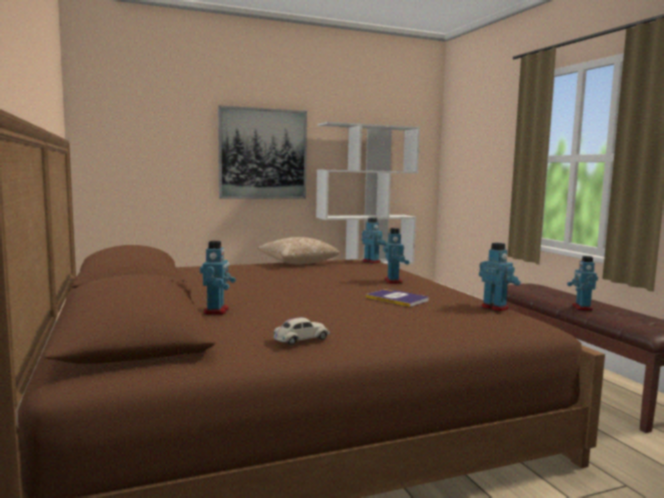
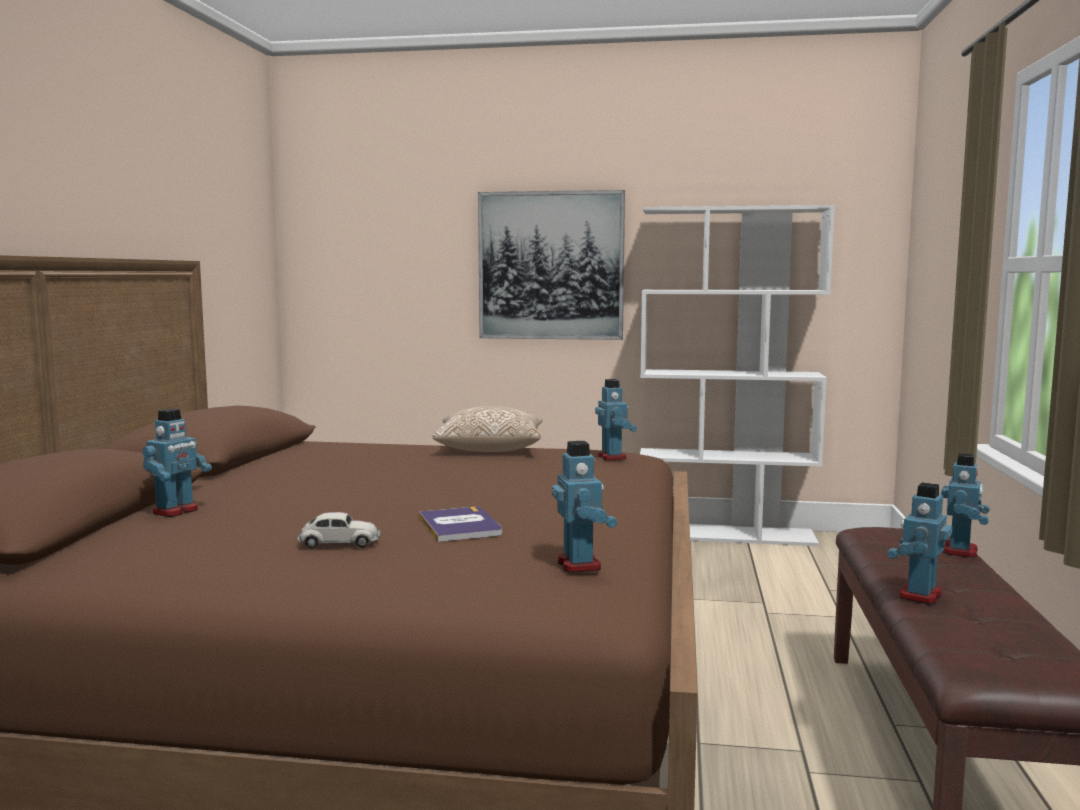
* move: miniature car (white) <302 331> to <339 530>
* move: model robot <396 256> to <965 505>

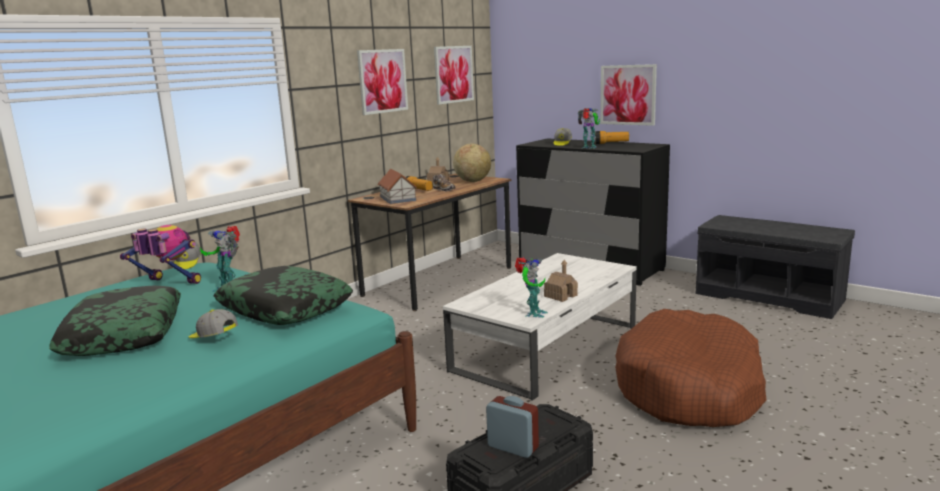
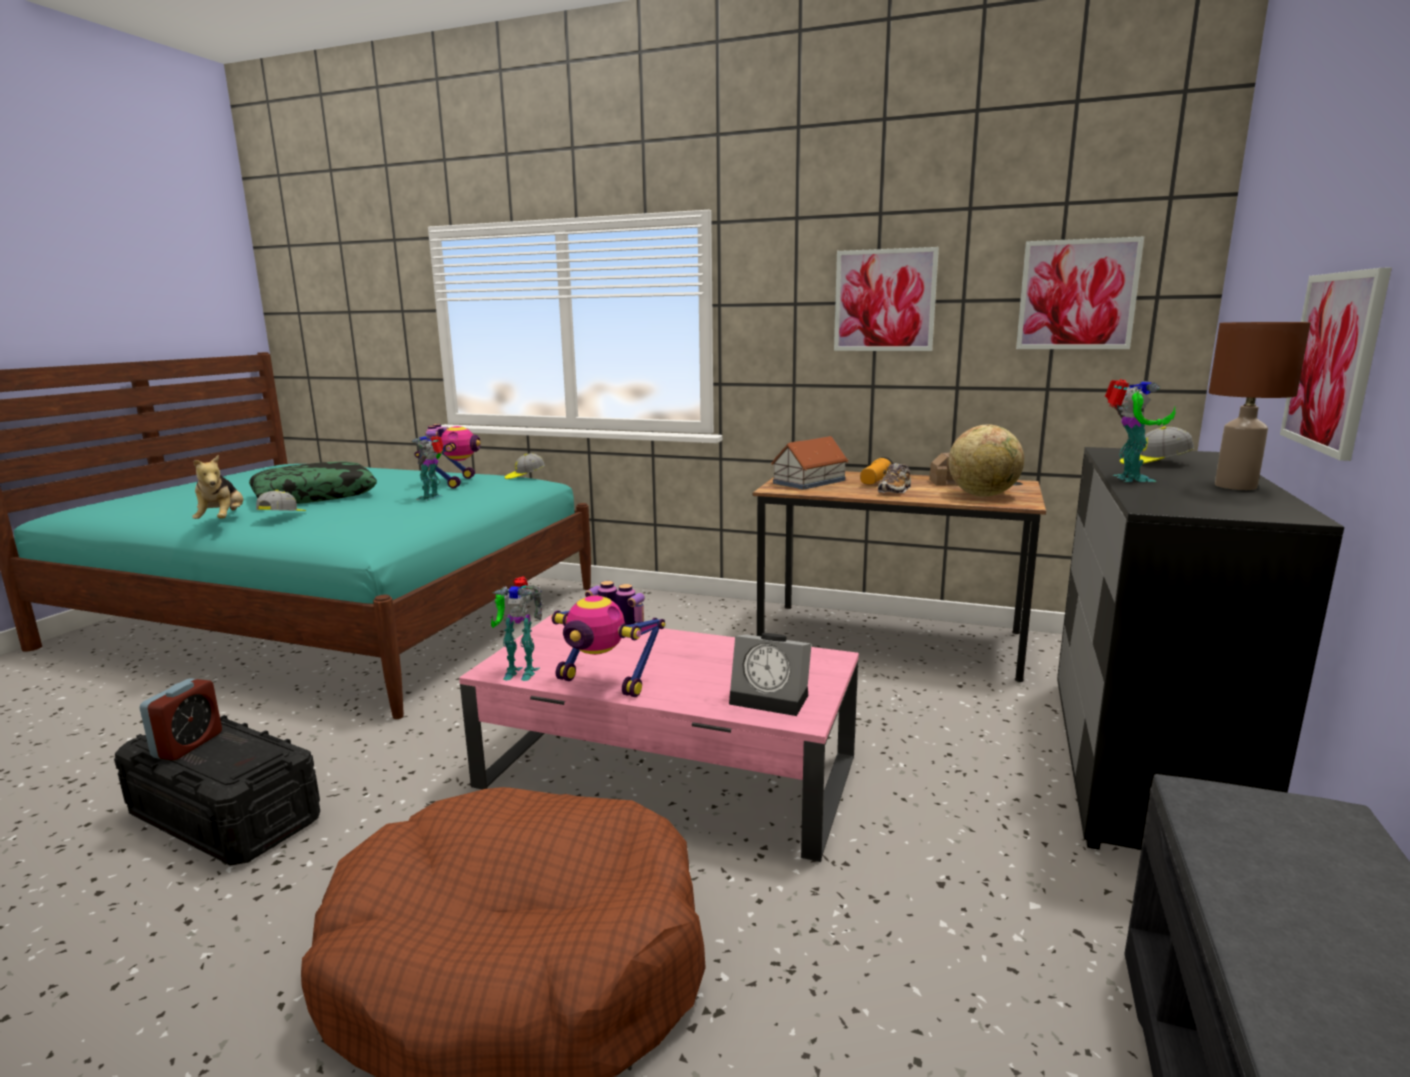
* delete: pillow <283 295>
* insert: cuddly toy <217 487>
* insert: table clock <770 674>
* replace: toy house <561 281> to model robot <608 639>
* replace: torch <612 137> to table lamp (brownish) <1260 406>
* recolor: low table (white) <540 327> to low table (pink) <659 738>

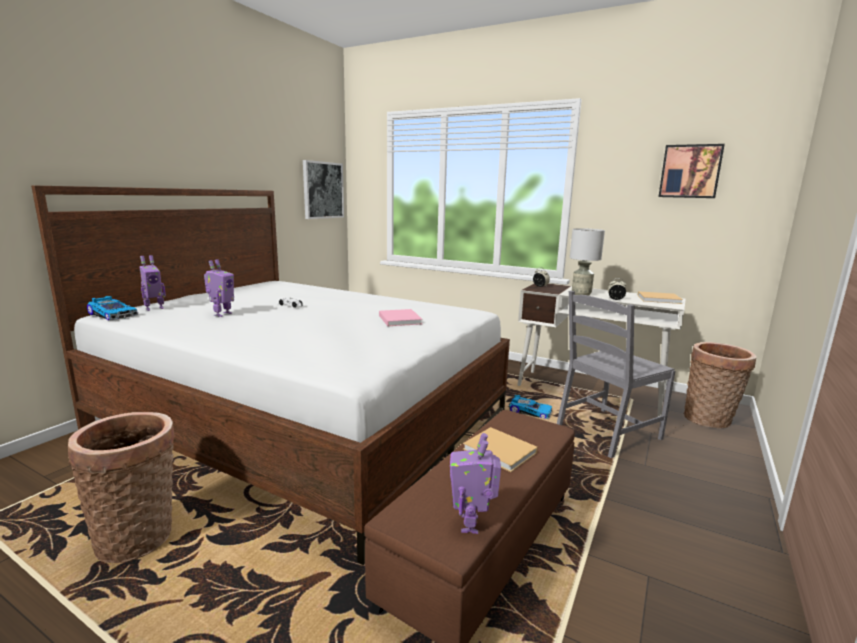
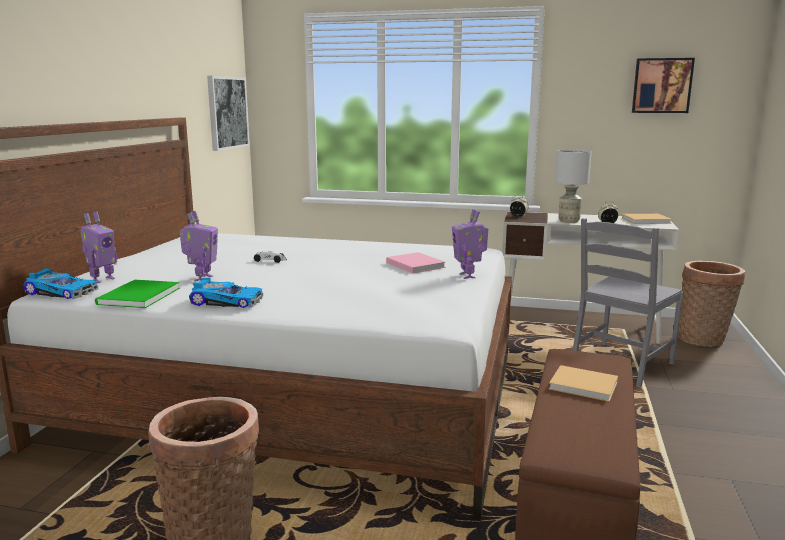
* insert: volume (green) <137 294>
* move: model robot <475 483> to <470 244>
* move: miniature car <530 407> to <226 293>

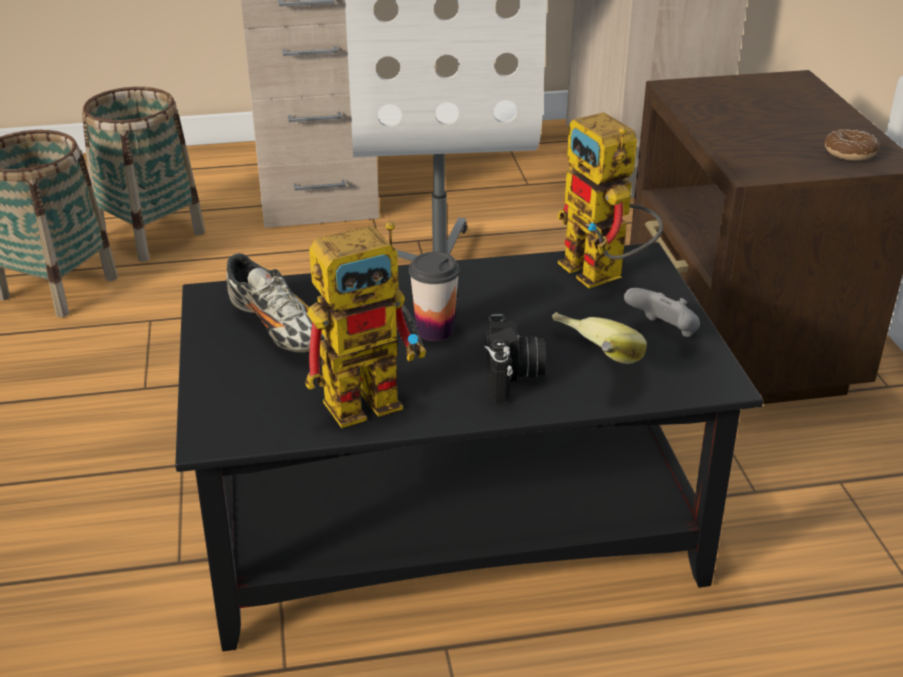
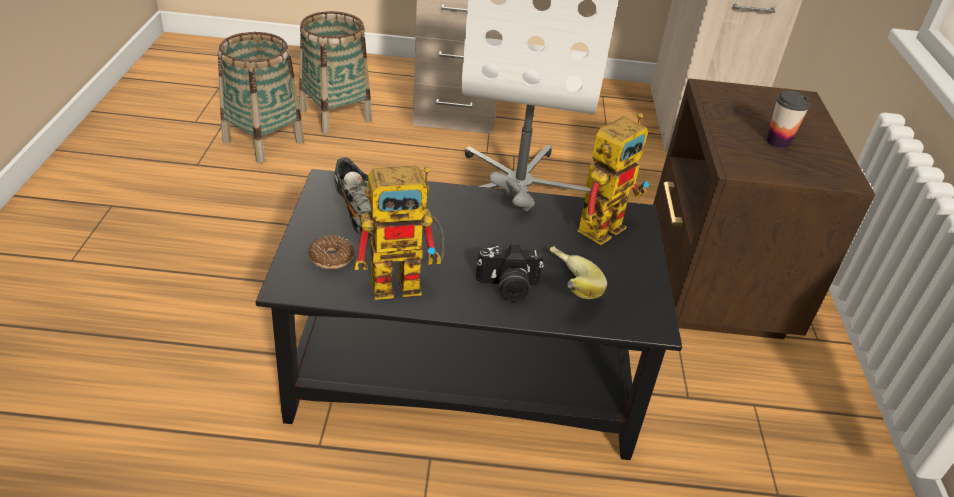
* move: drinking cup <434 296> to <788 119>
* move: game controller (grey) <662 312> to <512 192>
* move: donut <851 145> to <331 252>
* rotate: still camera <515 357> = <510 272> 75 degrees clockwise
* rotate: model robot <610 200> = <613 179> 120 degrees counterclockwise

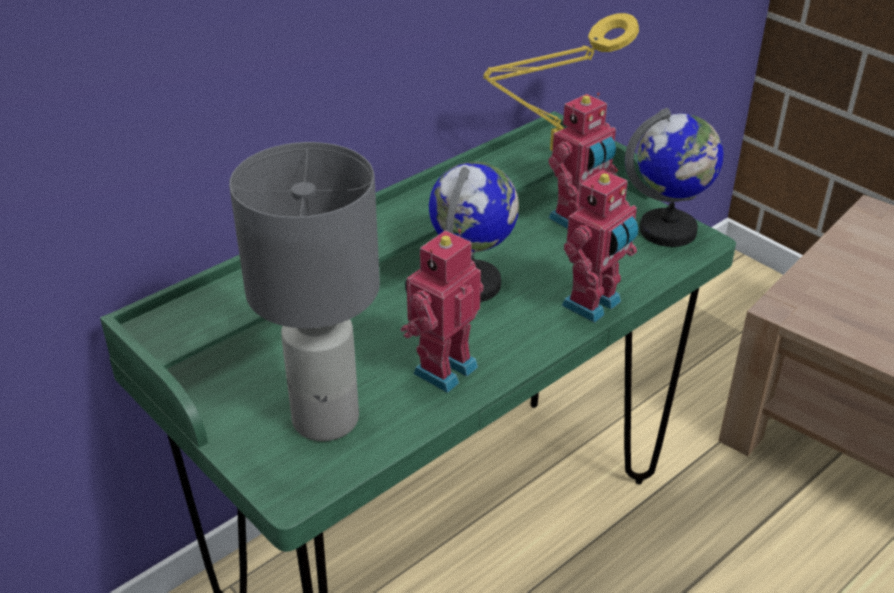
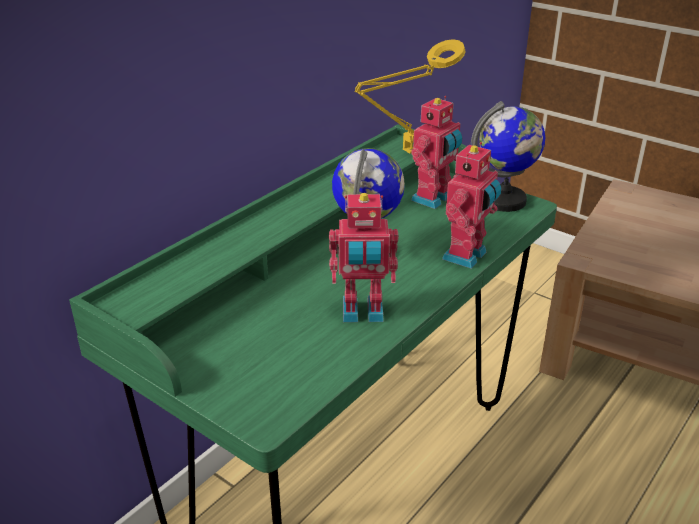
* delete: table lamp (grey) <304 291>
* rotate: model robot <442 311> = <364 257> 120 degrees counterclockwise

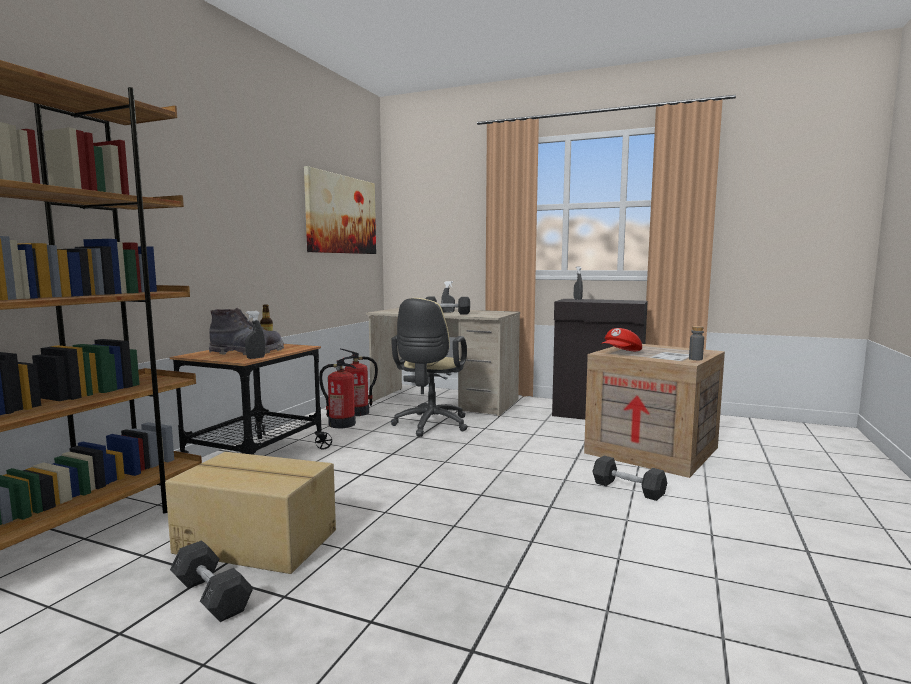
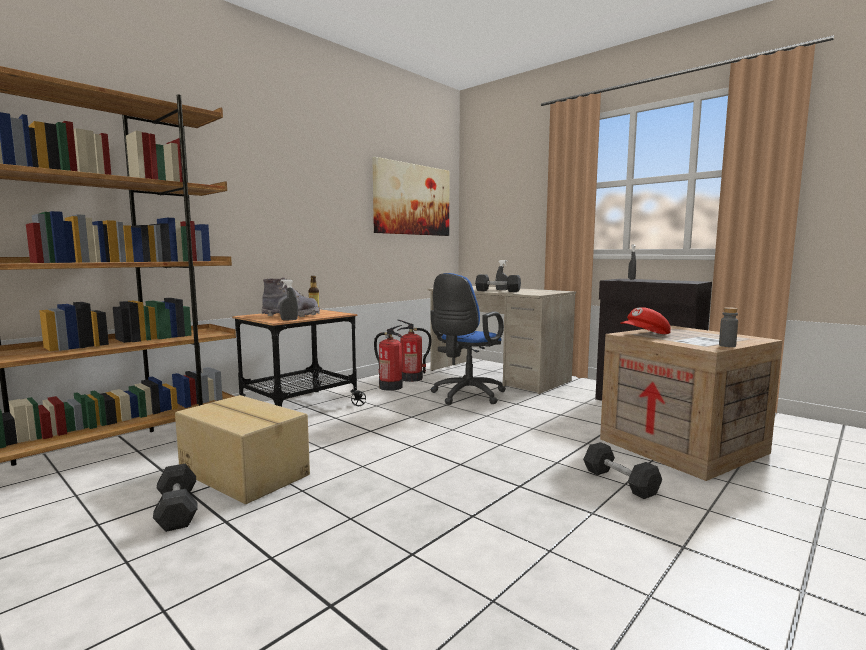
* recolor: office chair (beige-coloured) <429 367> to office chair (bluish) <468 339>

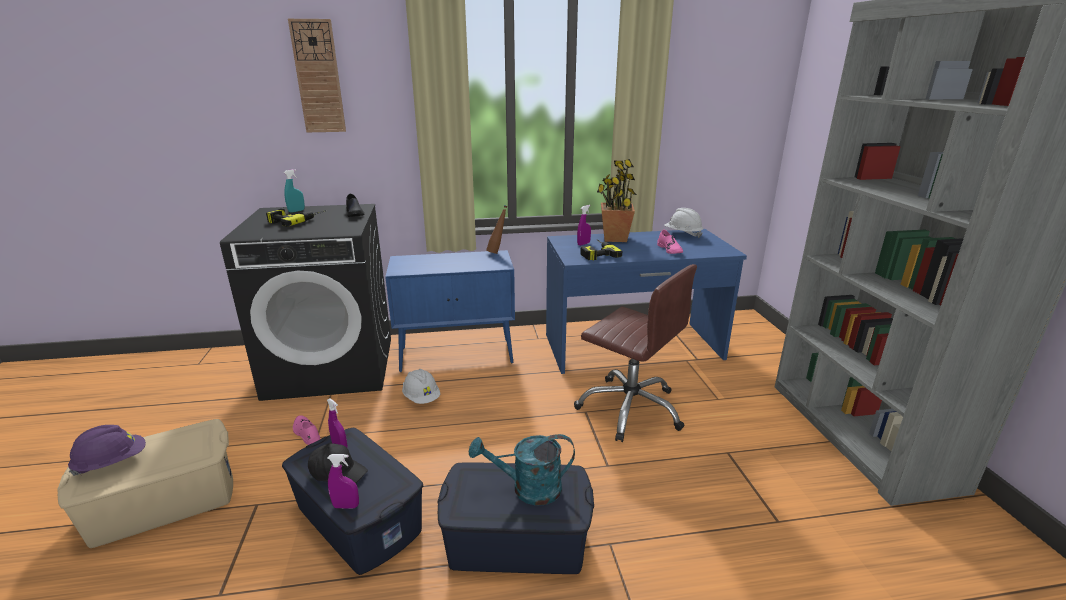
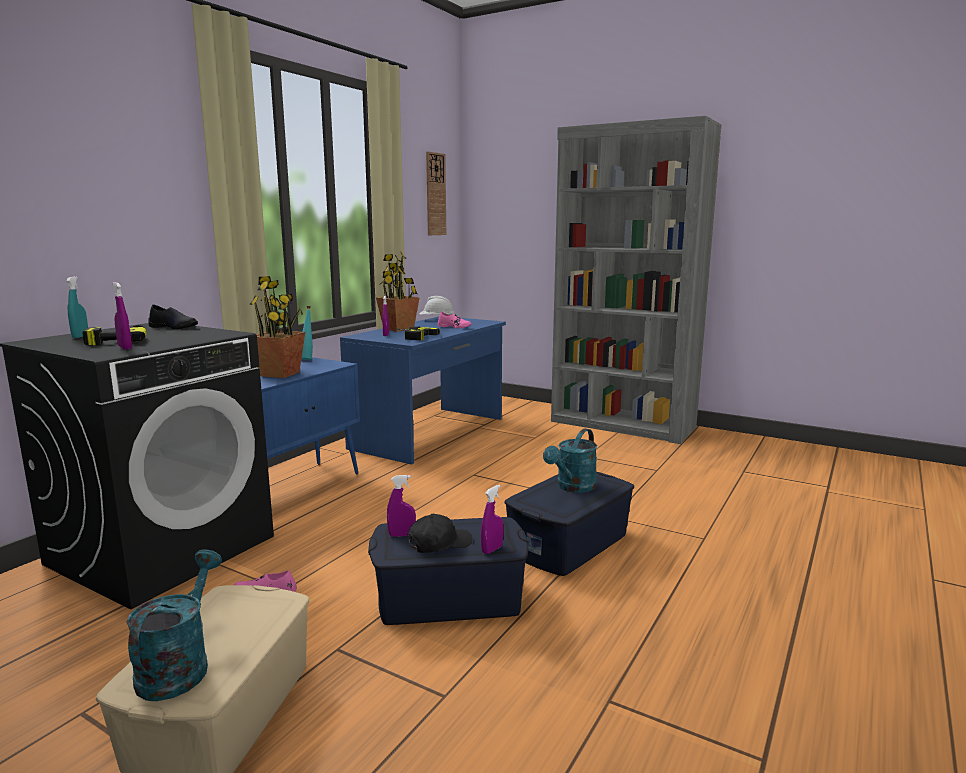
* delete: safety helmet (white) <421 386>
* delete: office chair (brownish) <635 353>
* insert: sprayer (purple) <122 316>
* insert: plant in a pot <277 327>
* move: wall clock <317 75> to <436 193>
* replace: safety helmet (purple) <107 450> to sprinkling can (turquoise-coloured) <174 625>
* recolor: beverage bottle (brownish) <496 229> to beverage bottle (turquoise-coloured) <307 333>

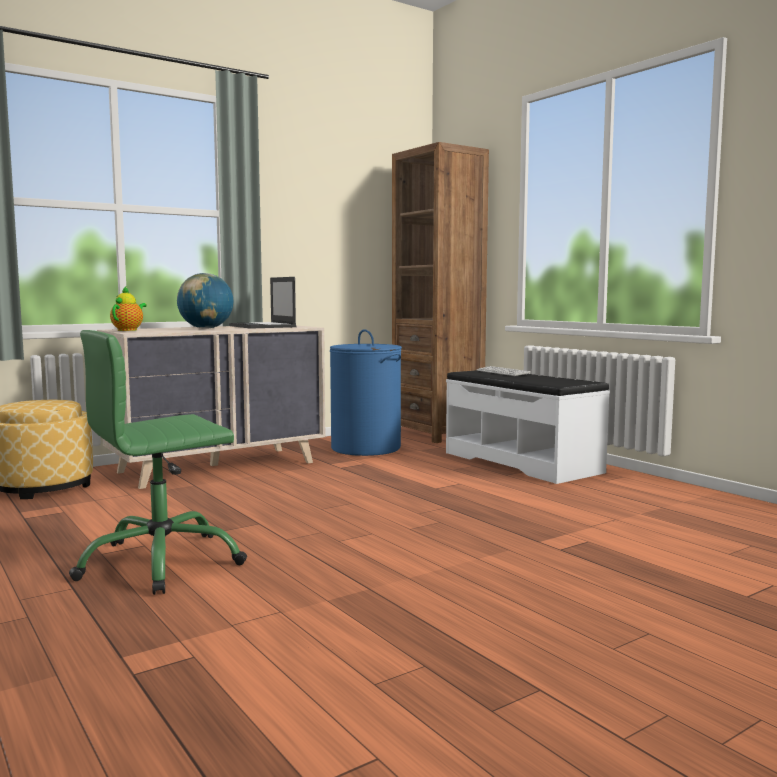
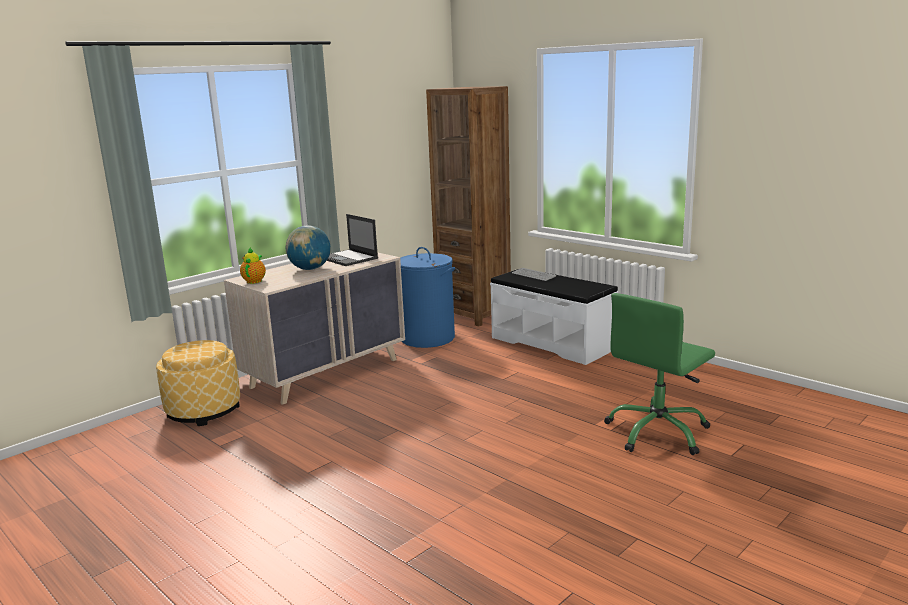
* move: office chair (green) <158 462> to <659 374>

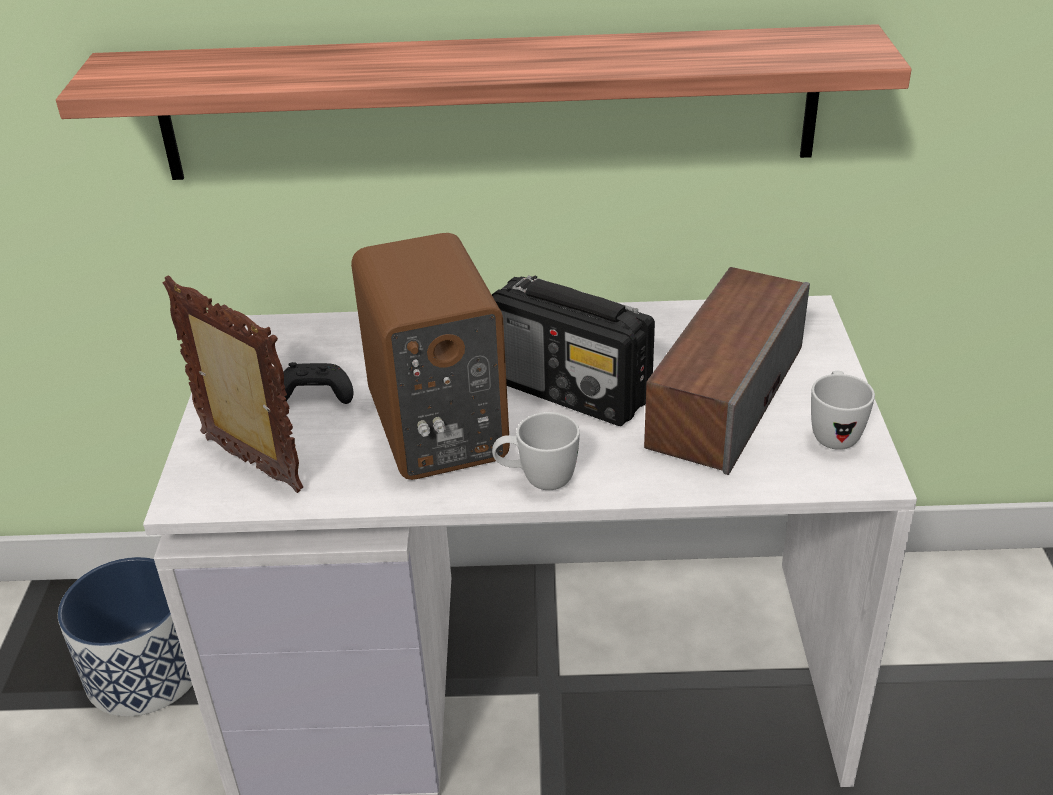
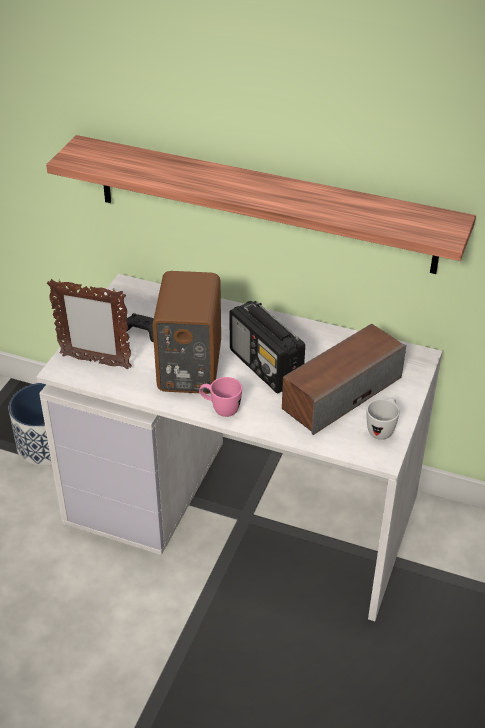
* recolor: mug (white) <536 451> to mug (pink) <220 397>
* rotate: photo frame <233 384> = <89 324> 135 degrees clockwise

